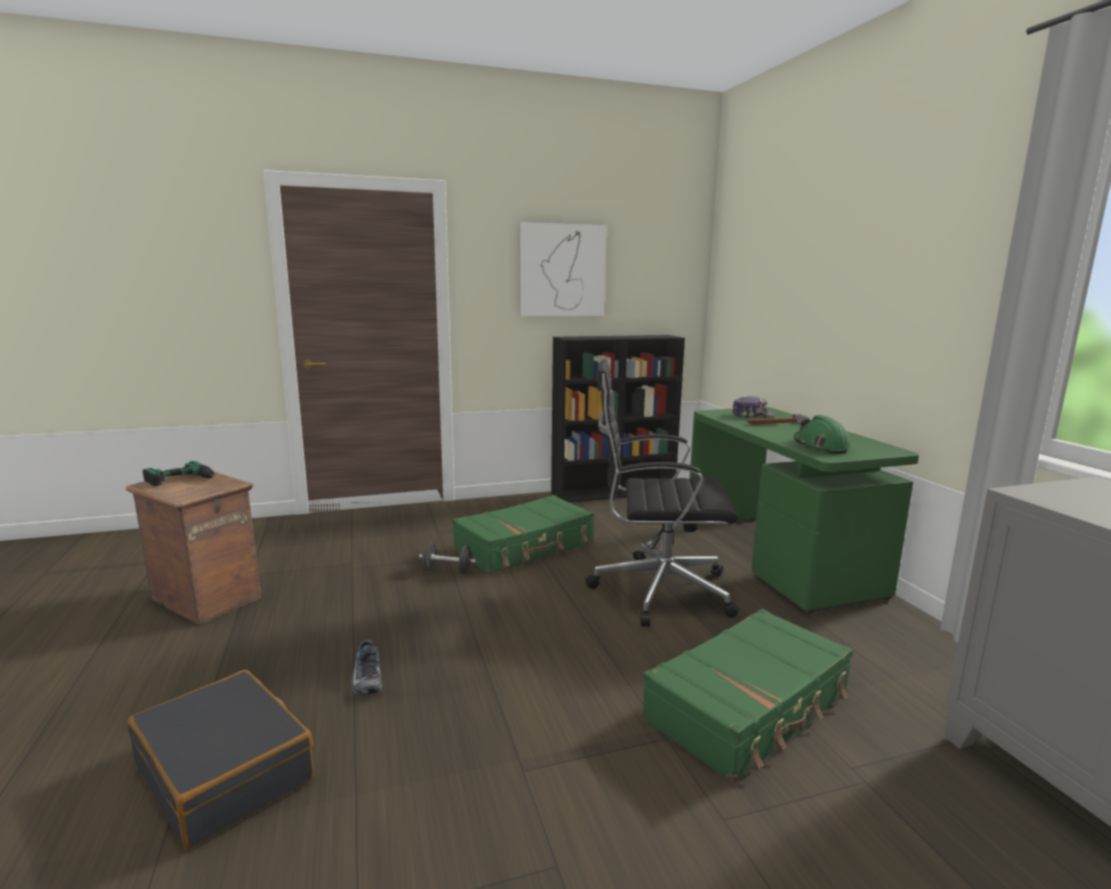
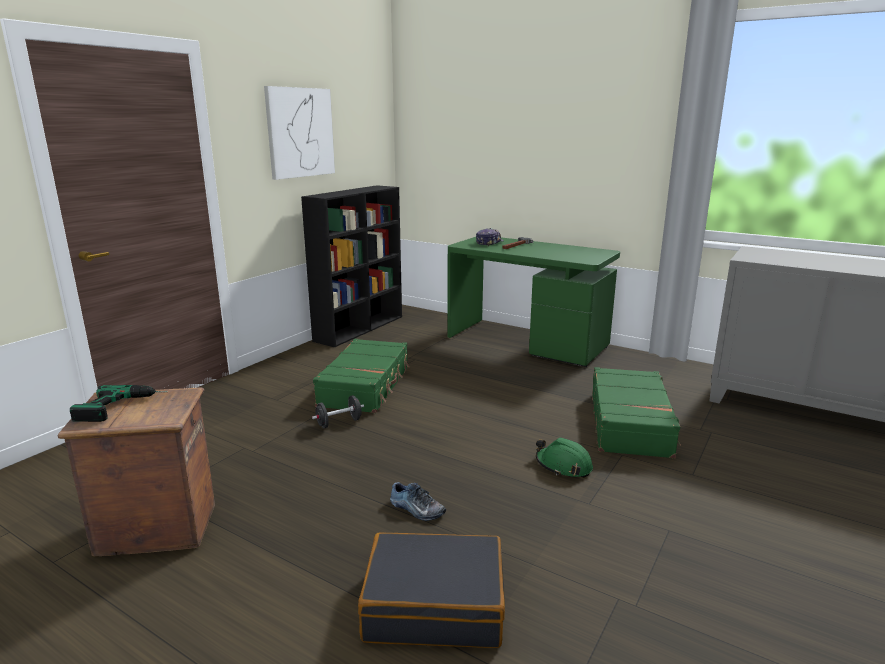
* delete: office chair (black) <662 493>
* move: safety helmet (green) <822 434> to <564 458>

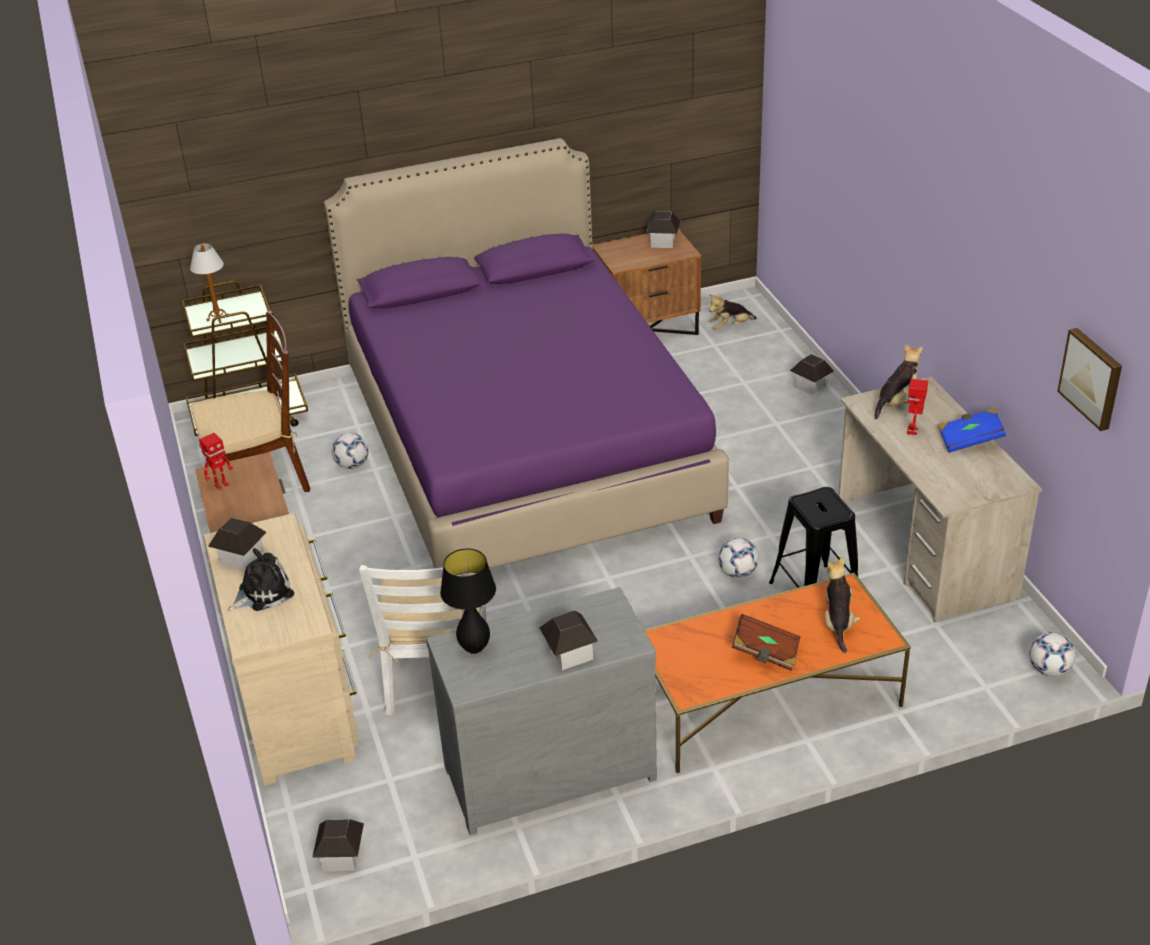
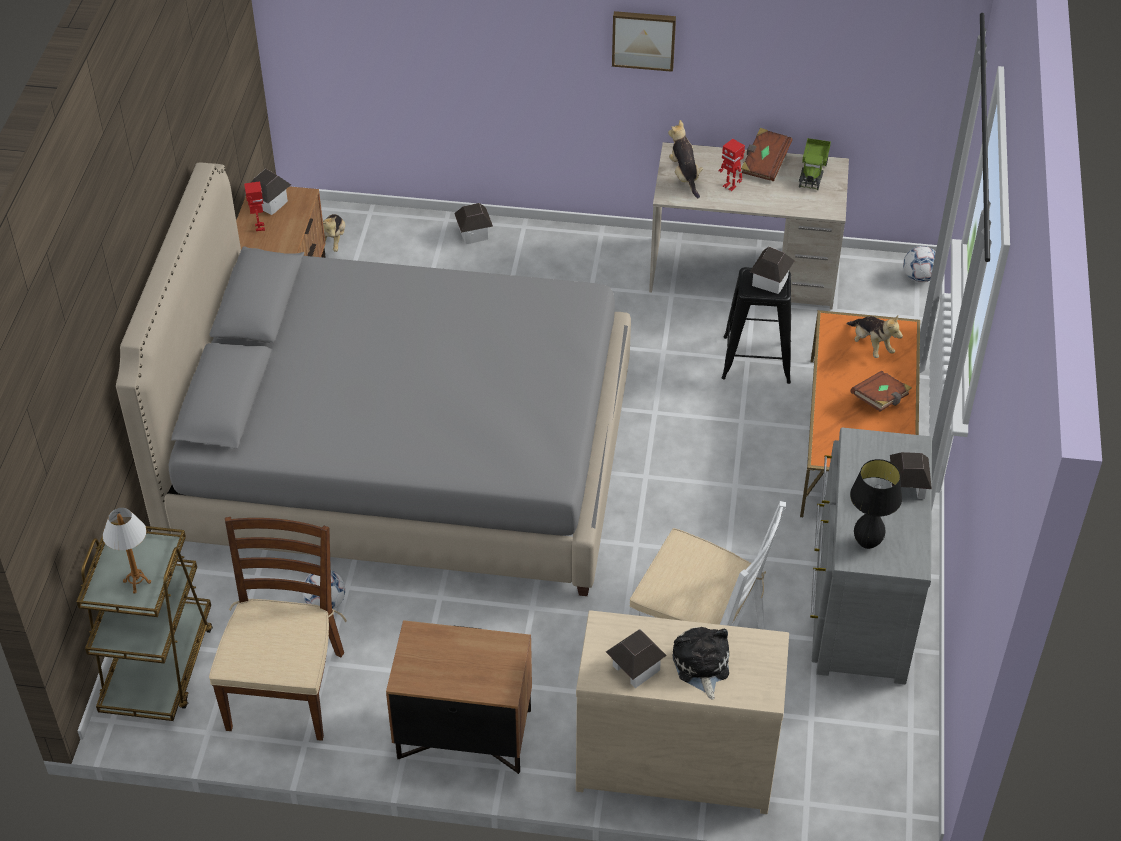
* delete: football ball <738 558>
* insert: toy lorry <815 164>
* move: model robot <216 461> to <254 206>
* move: toy house <338 845> to <772 270>
* move: picture <1089 379> to <644 41>
* recolor: sleeping bed (purple) <526 353> to sleeping bed (grey) <373 379>
* recolor: volume (bluish) <972 430> to volume (brownish) <767 154>
* rotate: cuddly toy <842 604> = <874 337> 150 degrees counterclockwise

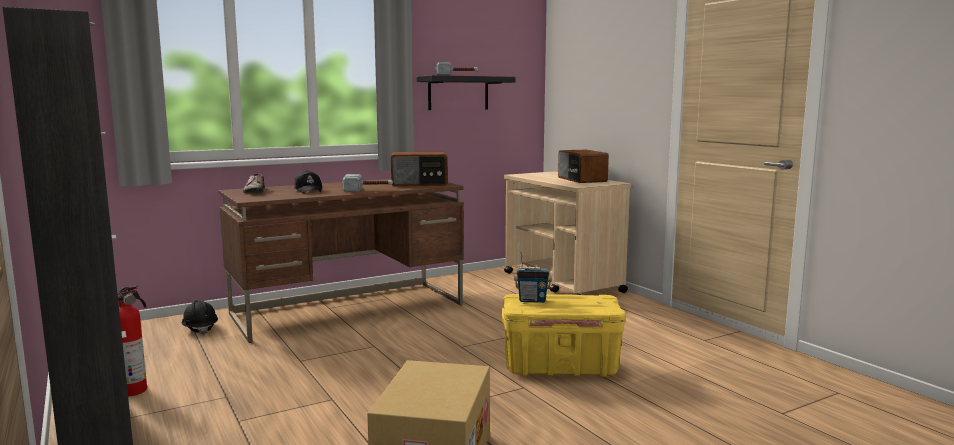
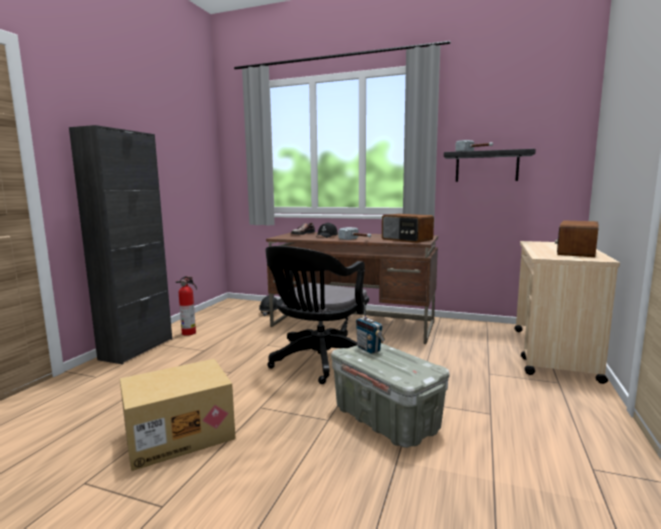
* insert: office chair (black) <317 315>
* recolor: storage box (yellow-coloured) <564 335> to storage box (grey) <390 395>

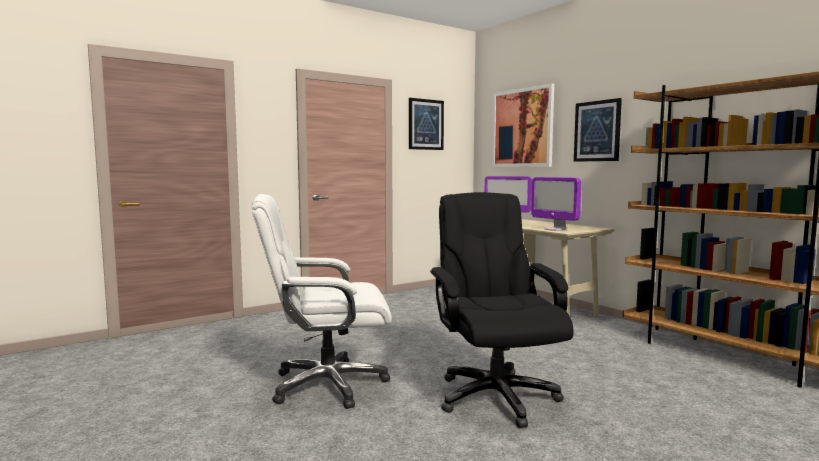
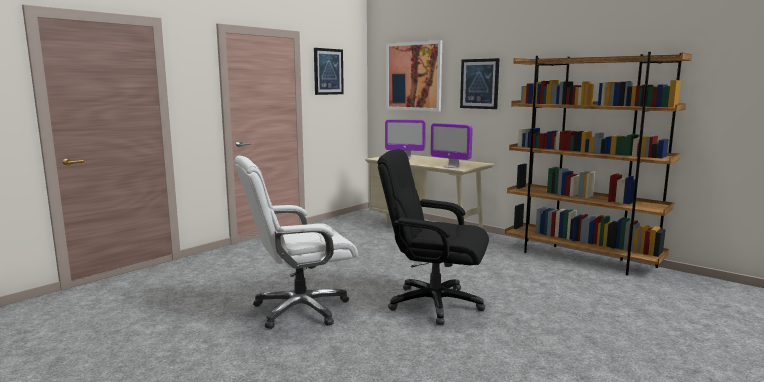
* rotate: office chair (black) <502 310> = <433 237> 45 degrees counterclockwise

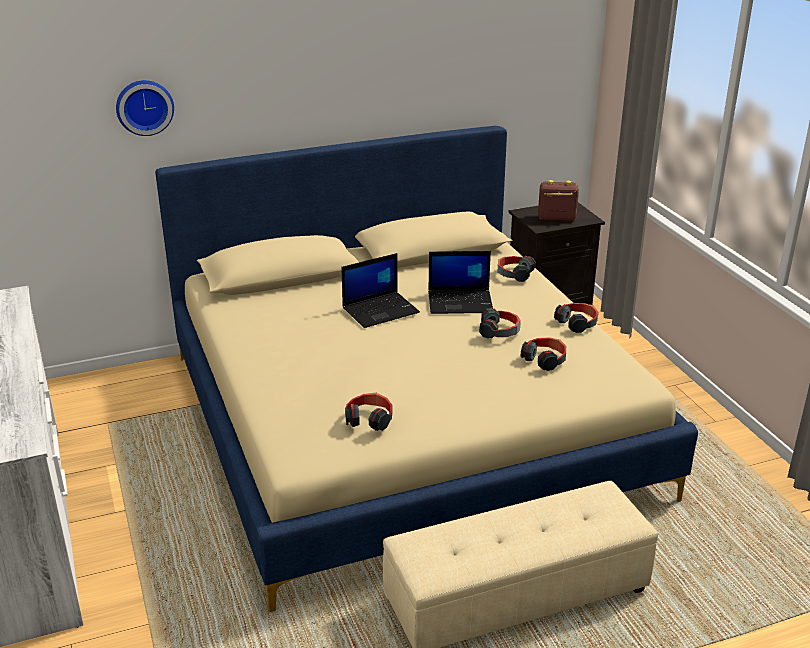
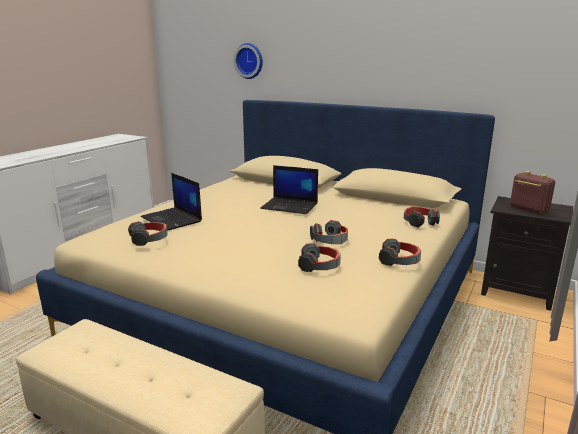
* move: laptop <460 282> to <171 202>

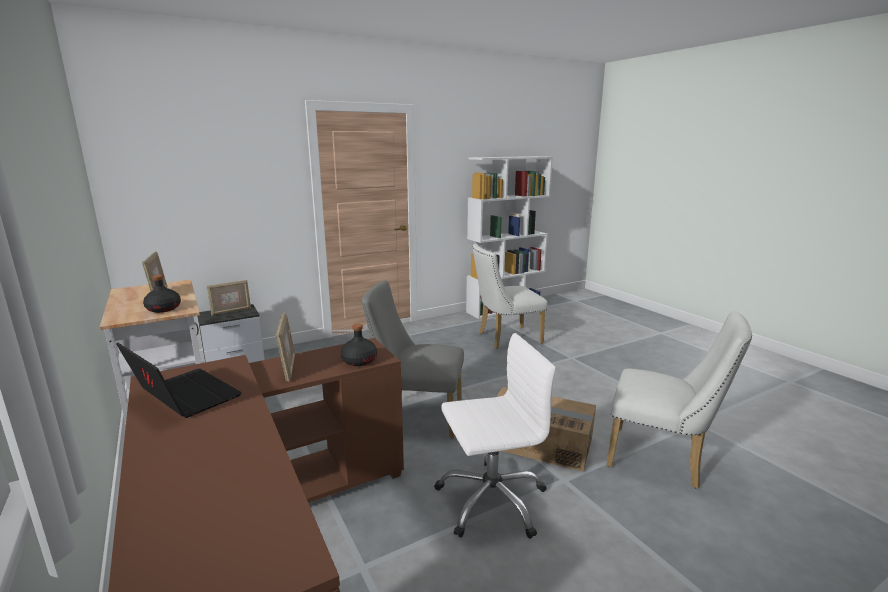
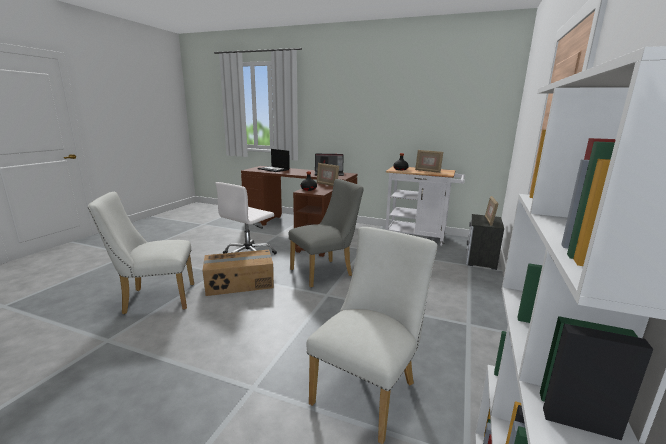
* insert: laptop <274 160>

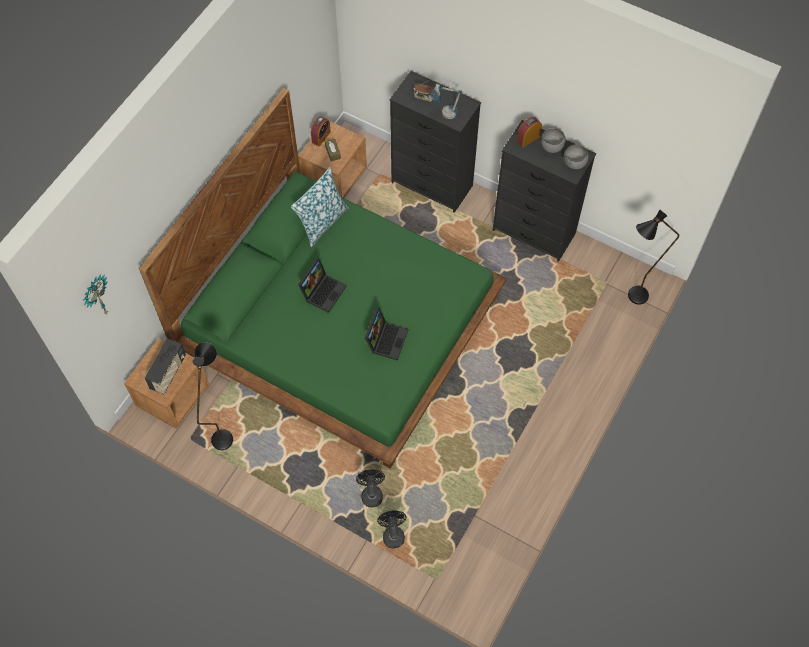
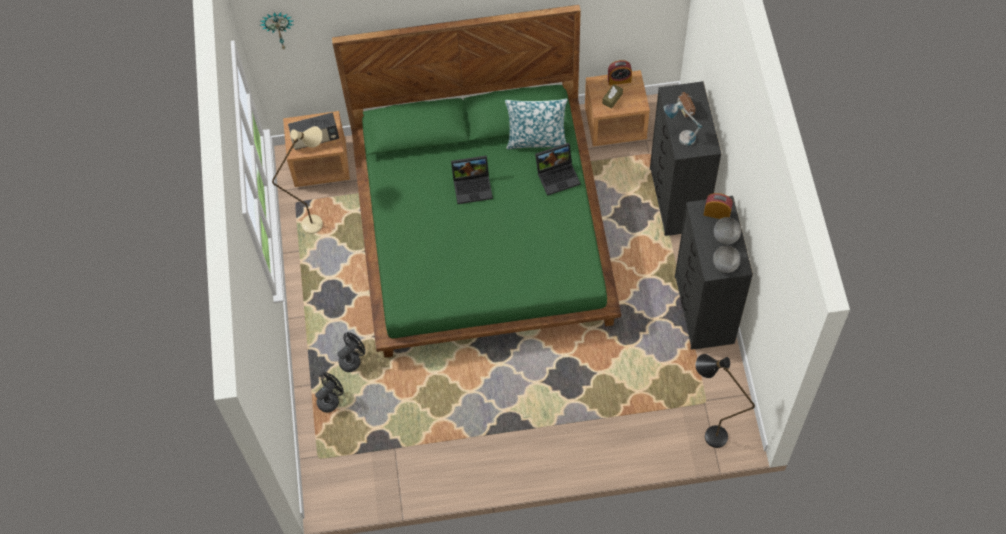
* move: laptop <387 333> to <558 169>
* recolor: standing lamp (black) <213 396> to standing lamp (beige-coloured) <297 180>

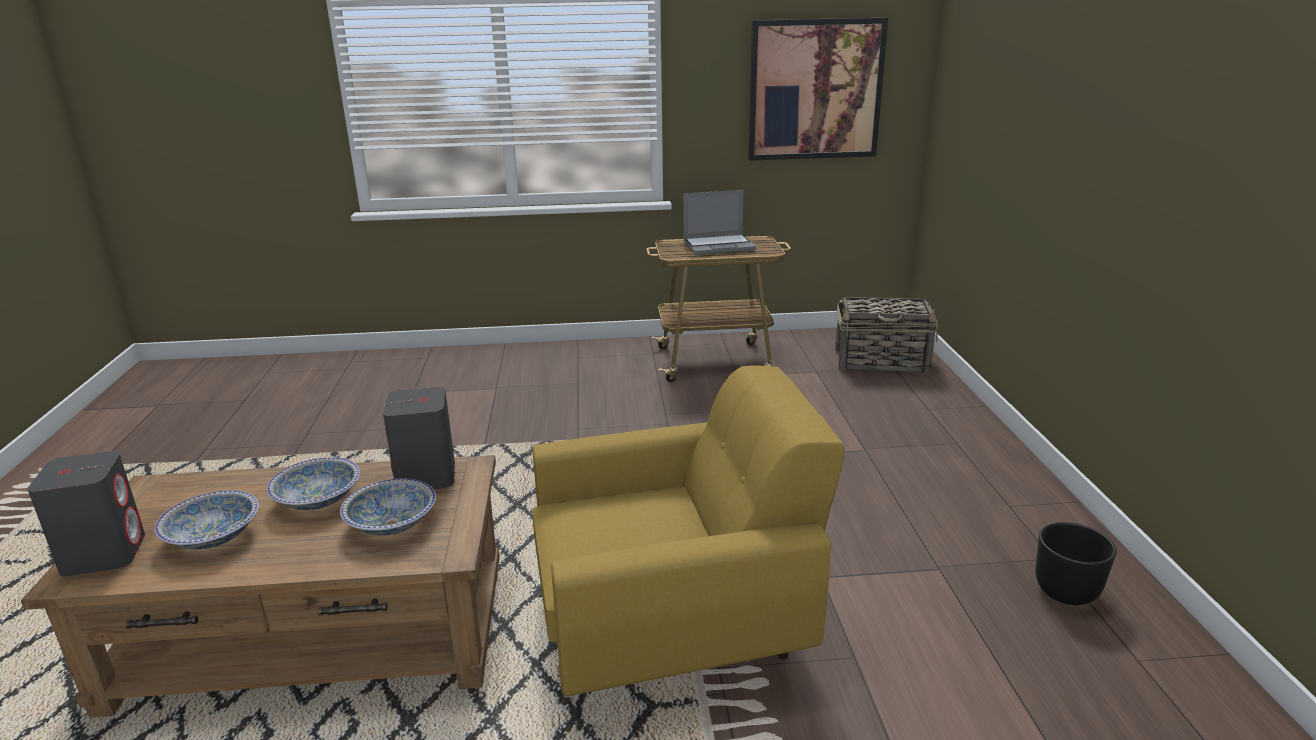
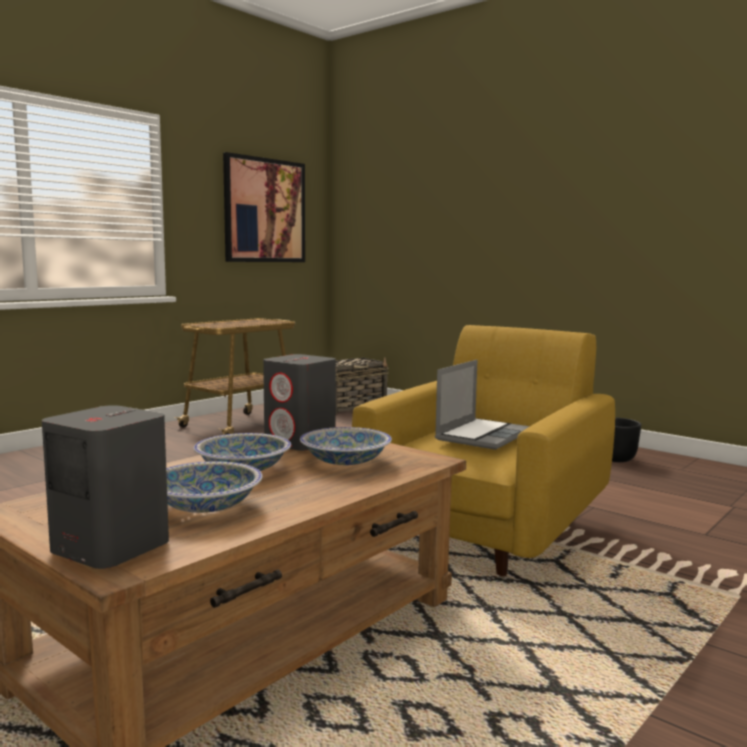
* move: laptop <719 222> to <482 405>

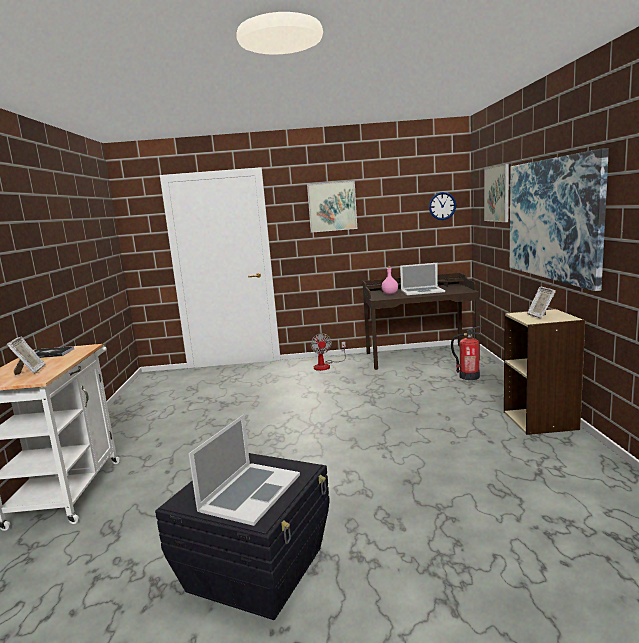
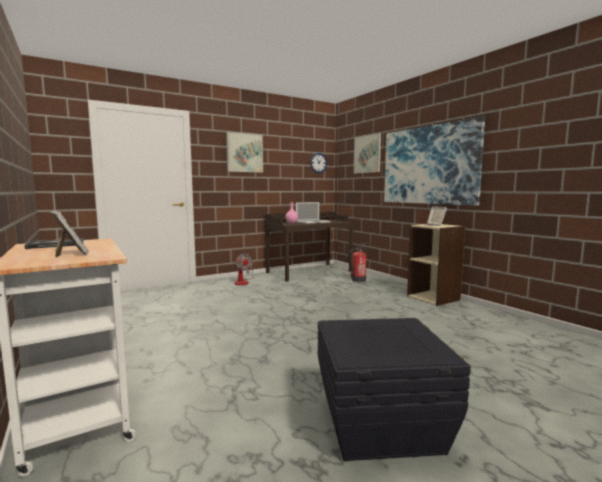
* delete: laptop <244 470>

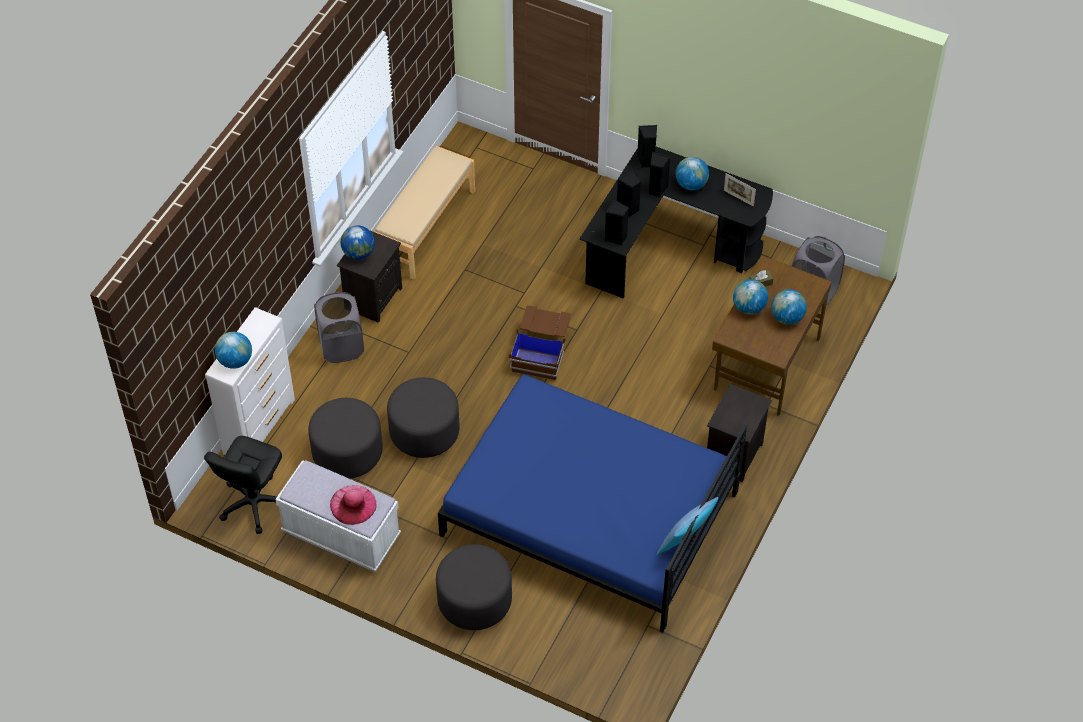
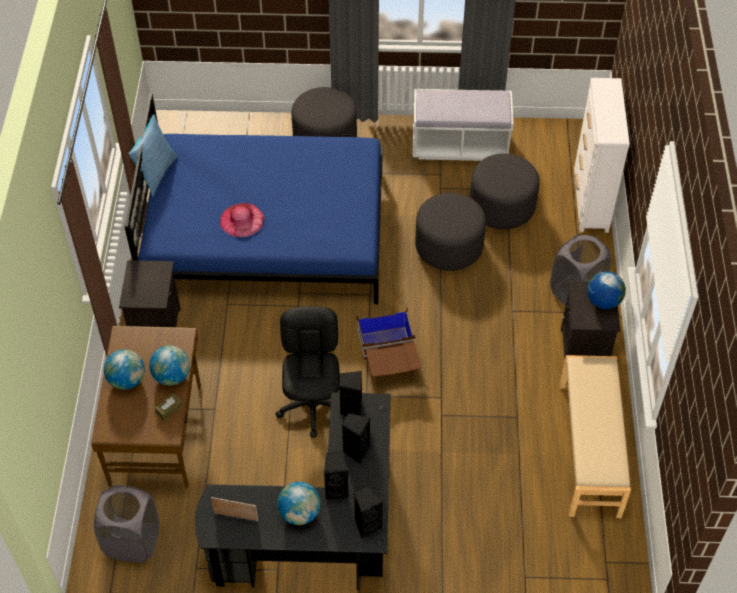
* delete: globe <233 350>
* move: office chair (black) <243 485> to <308 372>
* move: hat (pink) <353 505> to <242 220>

